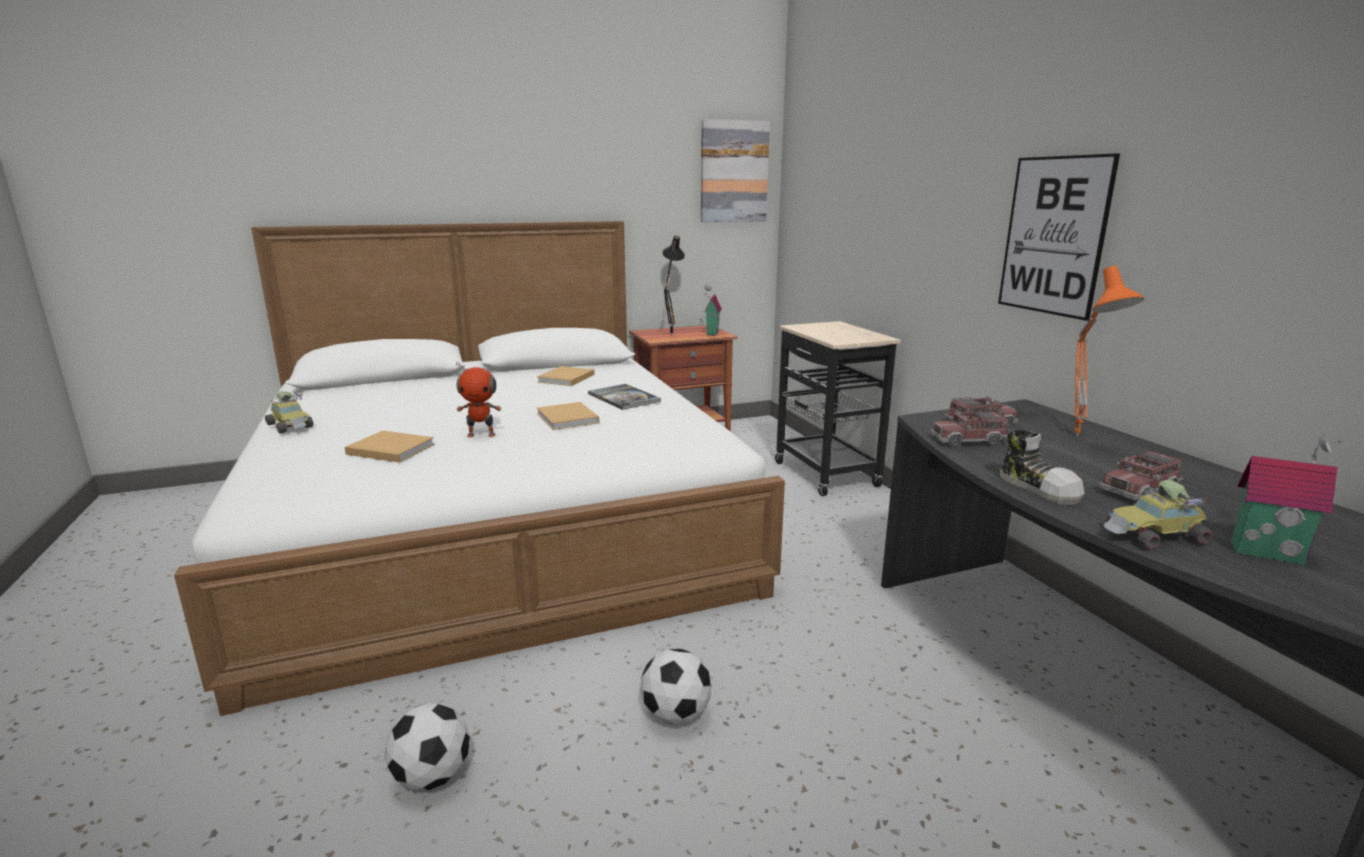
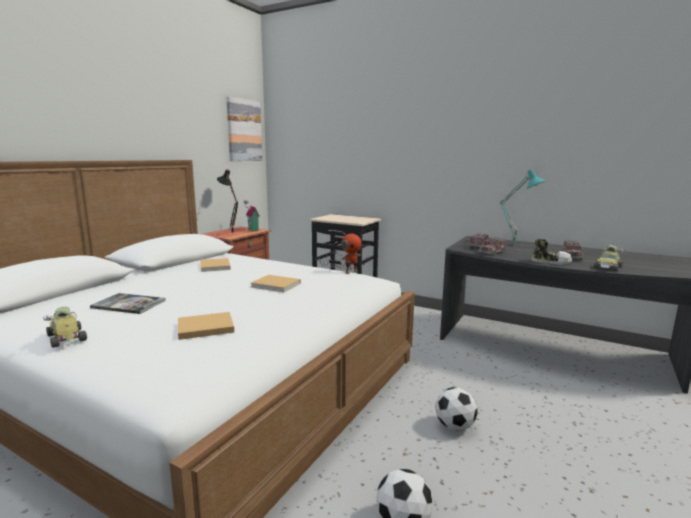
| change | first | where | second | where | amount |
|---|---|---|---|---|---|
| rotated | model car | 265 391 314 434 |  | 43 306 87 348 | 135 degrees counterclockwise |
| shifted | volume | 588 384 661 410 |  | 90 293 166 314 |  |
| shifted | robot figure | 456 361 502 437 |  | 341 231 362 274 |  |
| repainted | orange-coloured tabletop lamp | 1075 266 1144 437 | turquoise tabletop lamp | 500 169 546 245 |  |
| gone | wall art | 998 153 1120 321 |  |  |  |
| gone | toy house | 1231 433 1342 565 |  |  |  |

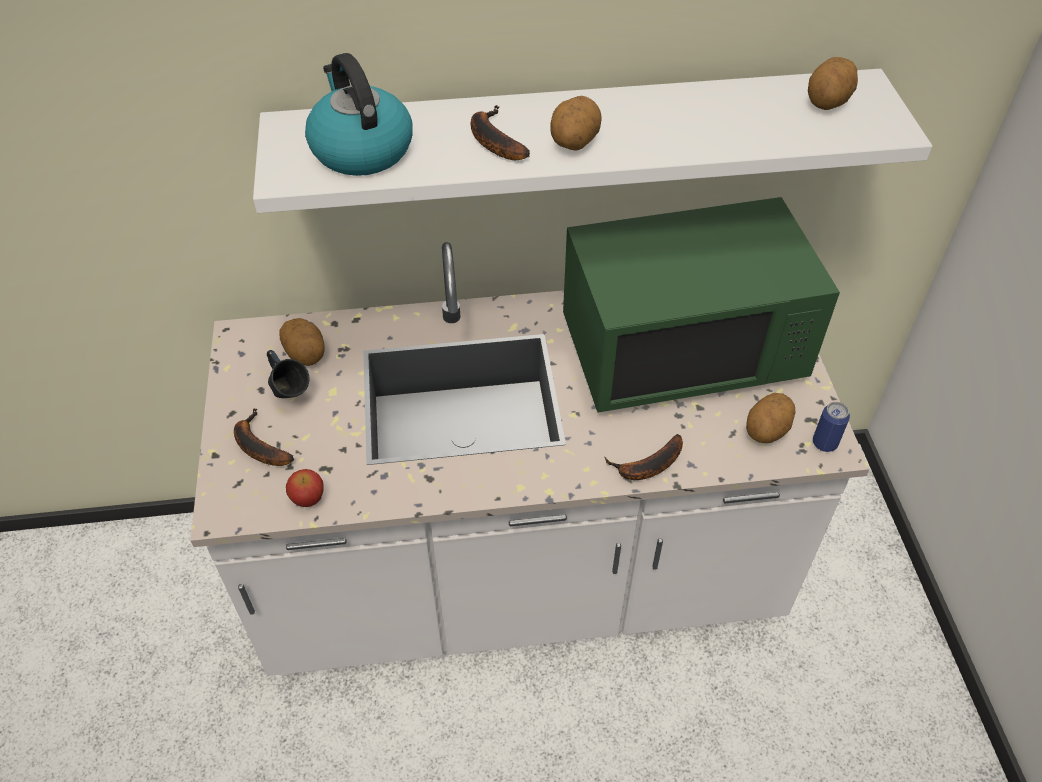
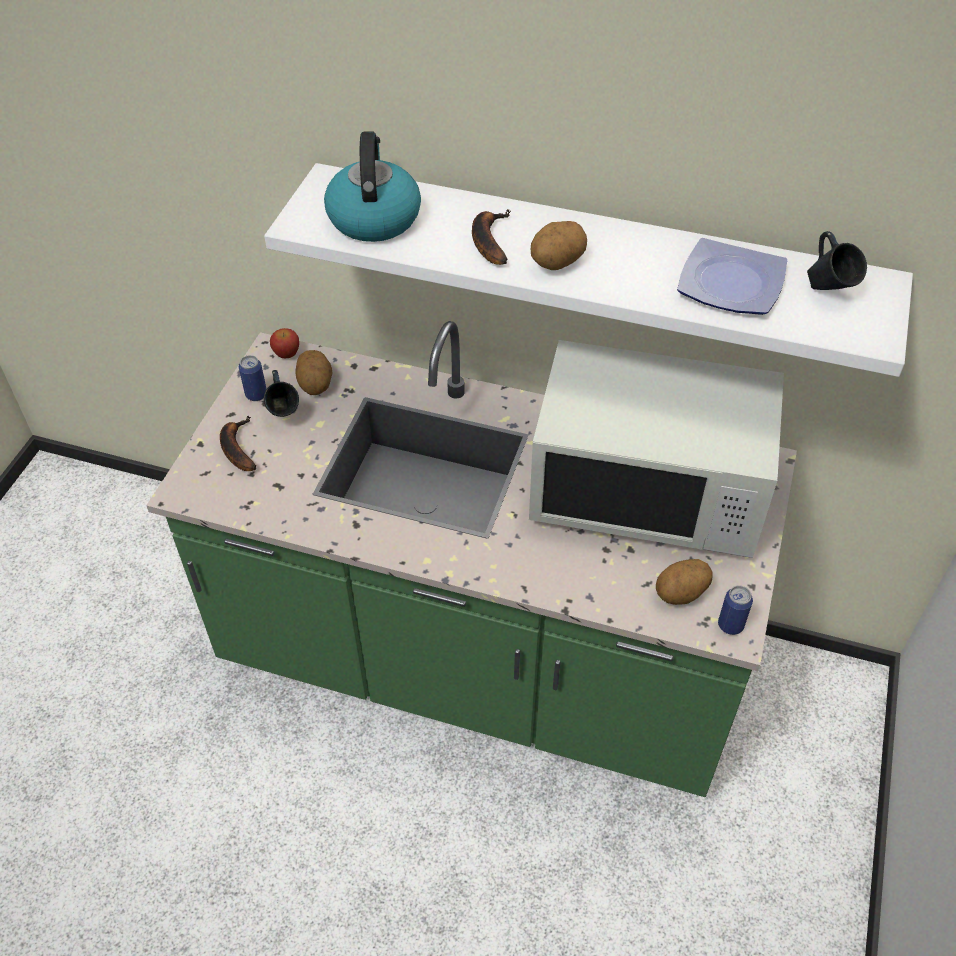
| change | first | where | second | where | amount |
|---|---|---|---|---|---|
| repainted | white counter | 190 242 870 676 | greenish counter | 146 321 797 797 |  |
| new |  |  | metal can | 239 355 267 401 |  |
| shifted | whole apple | 286 469 324 507 |  | 270 328 299 358 |  |
| repainted | greenish kitchen microwave | 563 197 840 413 | white kitchen microwave | 529 340 784 558 |  |
| new |  |  | plate | 677 238 787 315 |  |
| swapped | potato | 808 57 858 110 | blue mug | 807 231 867 290 |  |
| gone | whole banana | 605 434 683 480 |  |  |  |

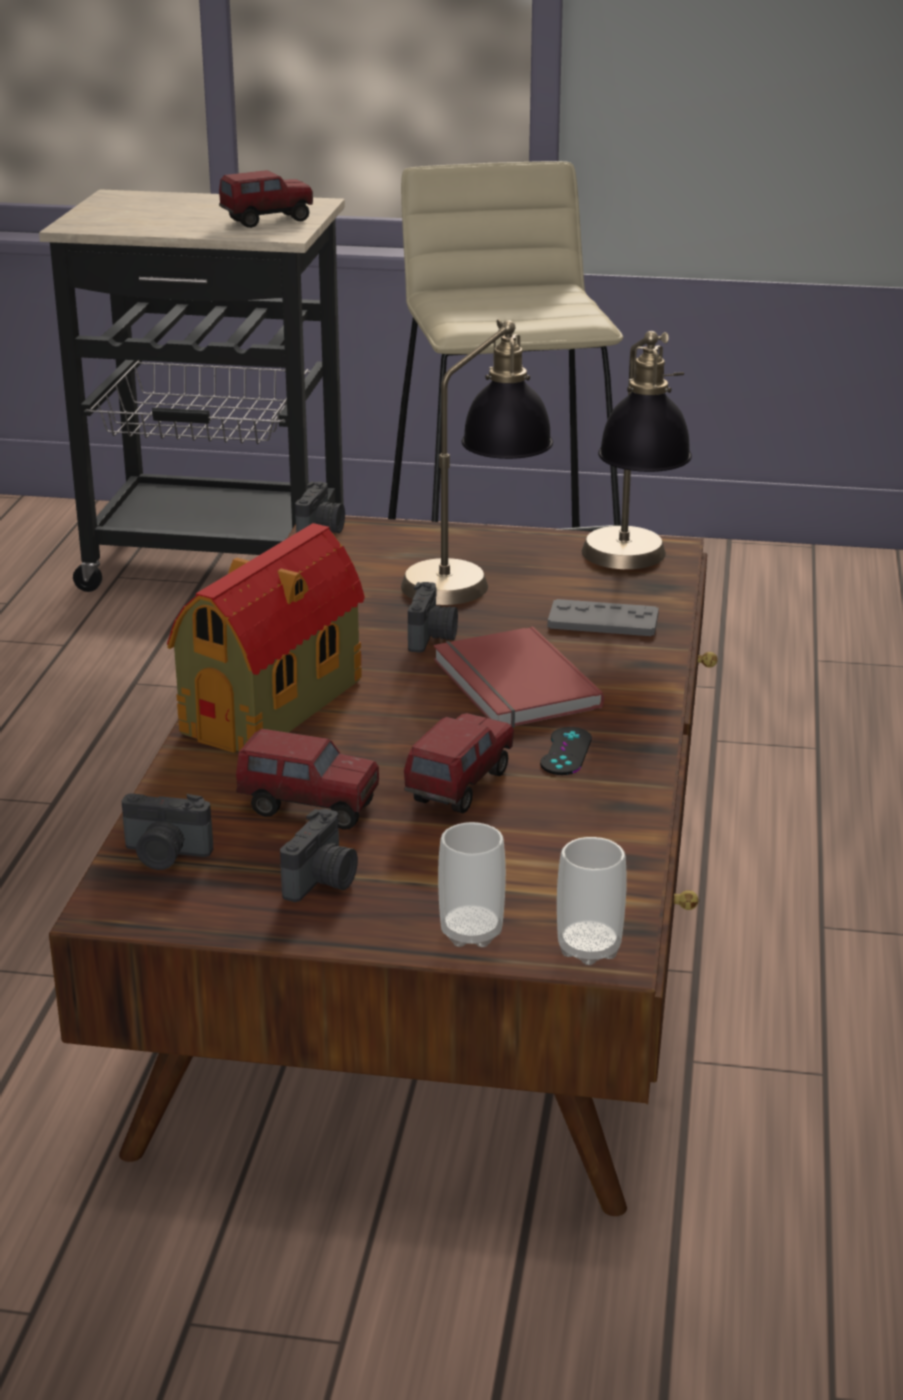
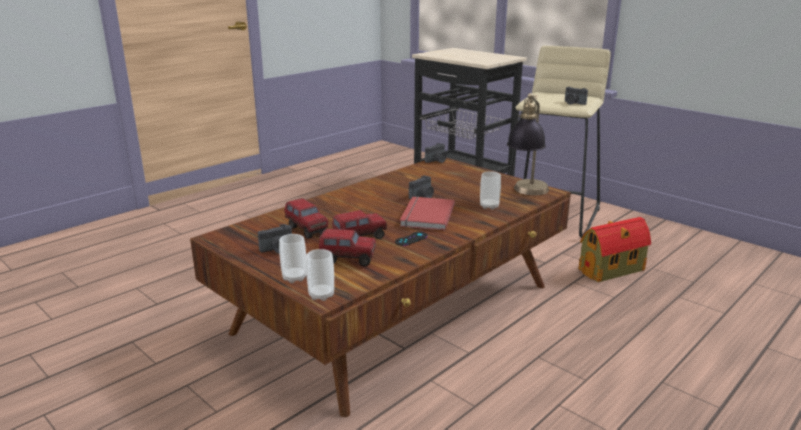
| change | first | where | second | where | amount |
|---|---|---|---|---|---|
| shifted | toy lorry | 219 170 313 228 |  | 319 229 376 266 |  |
| swapped | gray game controller | 548 599 659 636 | small cup | 480 171 501 210 |  |
| shifted | still camera | 122 793 213 870 |  | 565 87 588 105 |  |
| shifted | toy house | 167 523 365 753 |  | 579 217 651 282 |  |
| gone | tabletop lamp | 401 319 553 605 |  |  |  |

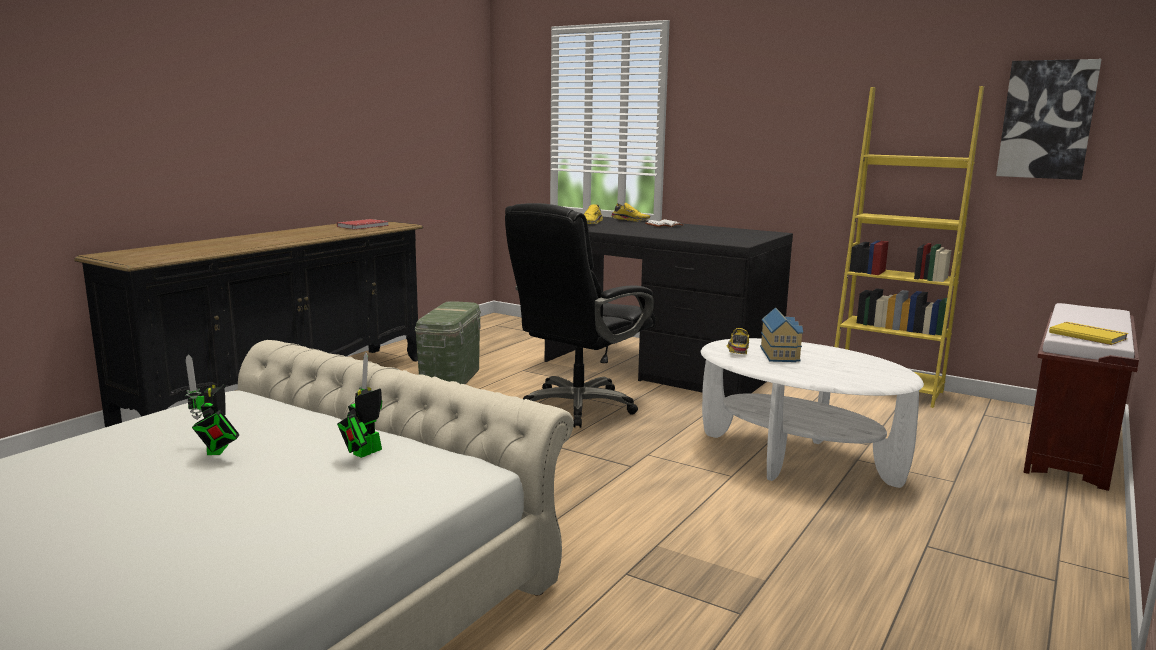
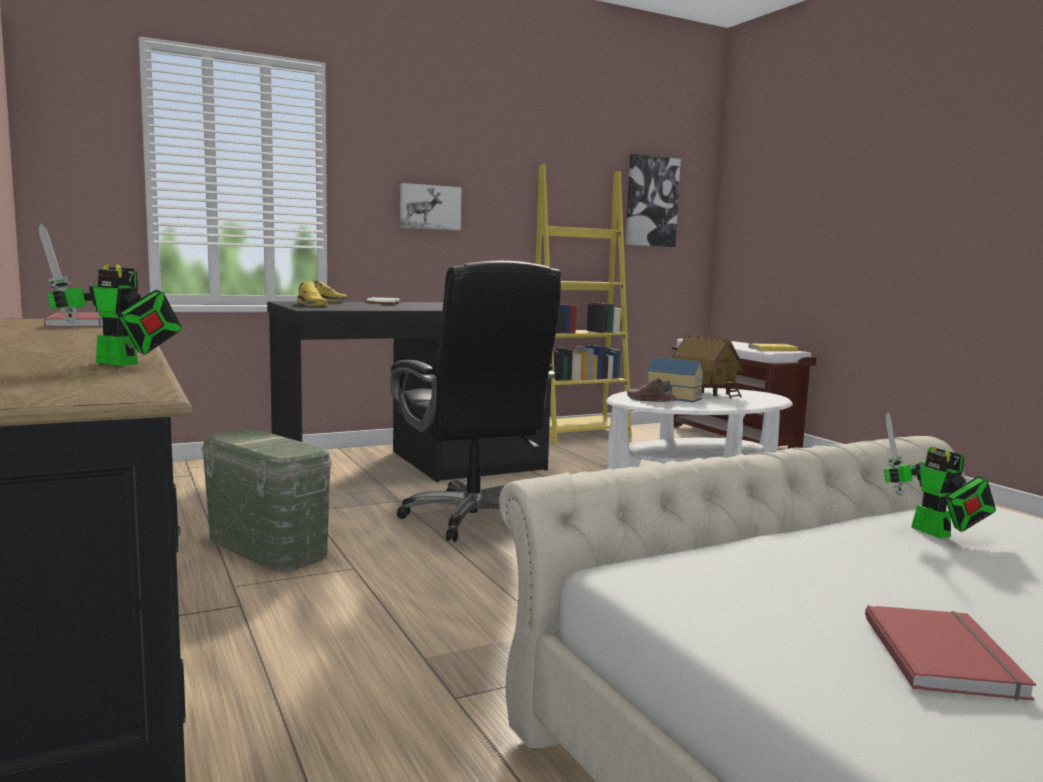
| change | first | where | second | where | amount |
|---|---|---|---|---|---|
| shifted | robot figure | 185 354 240 455 |  | 38 223 182 366 |  |
| new |  |  | wall art | 400 183 461 231 |  |
| repainted | yellowish item of footwear | 727 328 749 354 | brown-coloured item of footwear | 627 378 676 402 |  |
| new |  |  | toy house | 672 335 743 398 |  |
| new |  |  | reddish volume | 865 605 1036 701 |  |

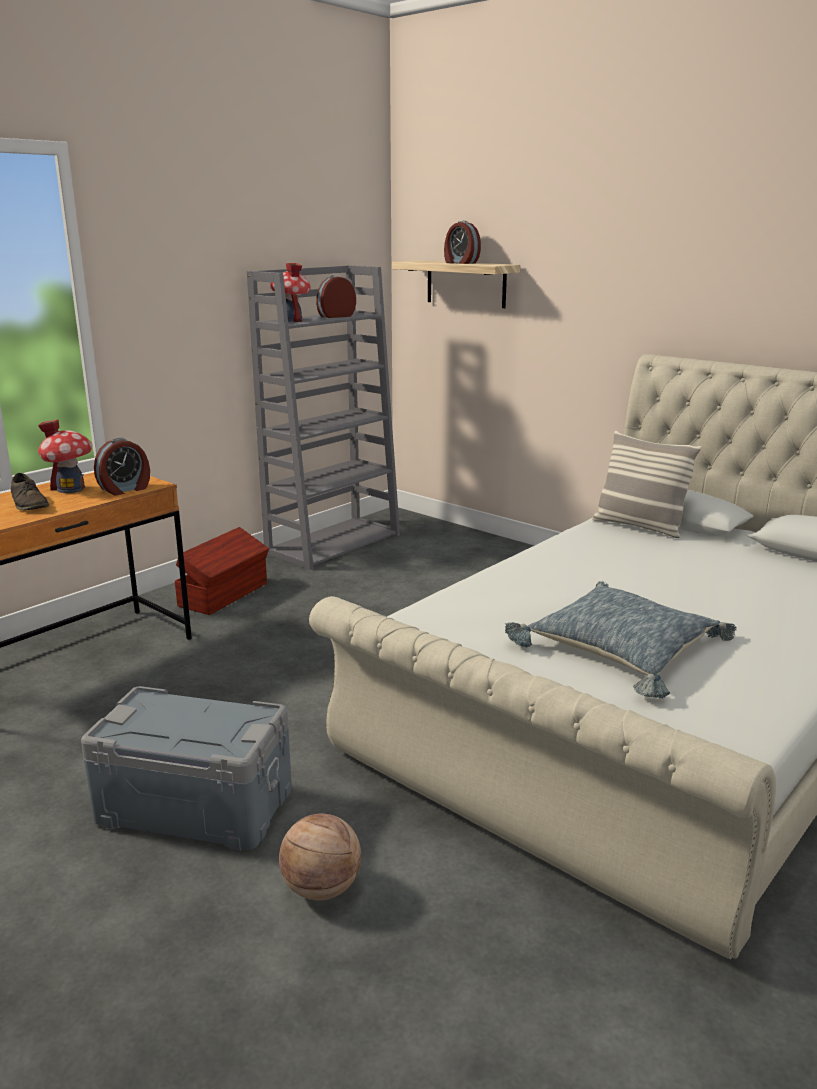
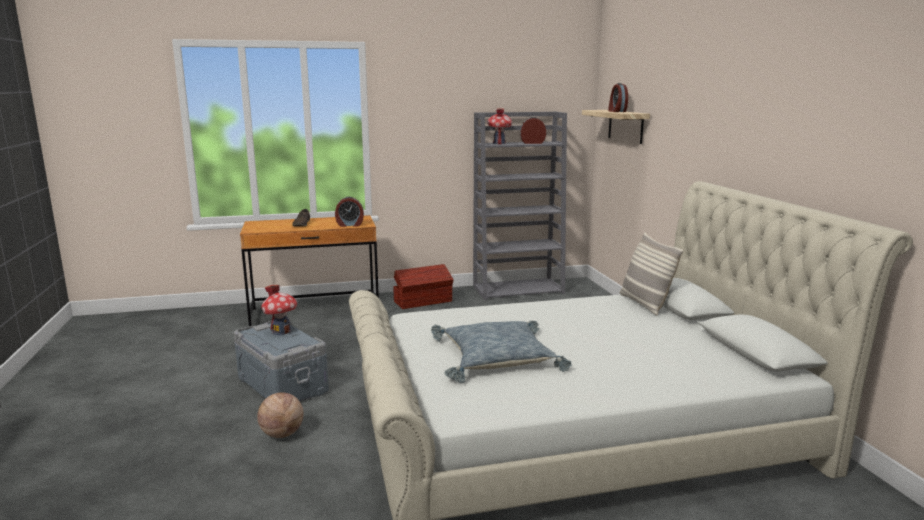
| change | first | where | second | where | amount |
|---|---|---|---|---|---|
| shifted | toy house | 38 419 92 493 |  | 261 285 297 335 |  |

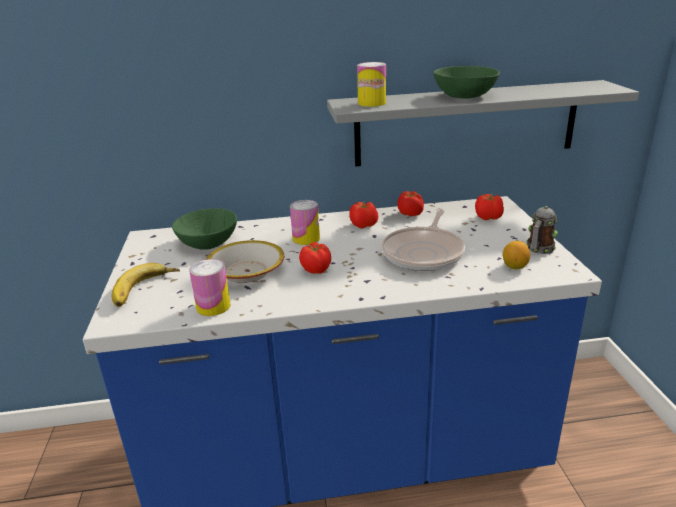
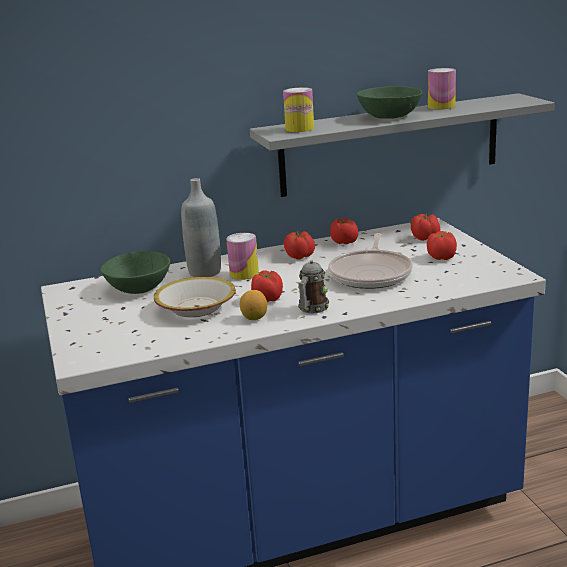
| change | first | where | second | where | amount |
|---|---|---|---|---|---|
| new |  |  | gray beverage bottle | 181 178 221 277 |  |
| shifted | whole lemon | 503 241 530 269 |  | 240 290 267 320 |  |
| shifted | mug | 526 206 558 254 |  | 298 260 329 313 |  |
| new |  |  | whole tomato | 427 231 457 260 |  |
| shifted | metal can | 189 259 231 316 |  | 428 68 456 110 |  |
| gone | whole banana | 112 263 180 307 |  |  |  |

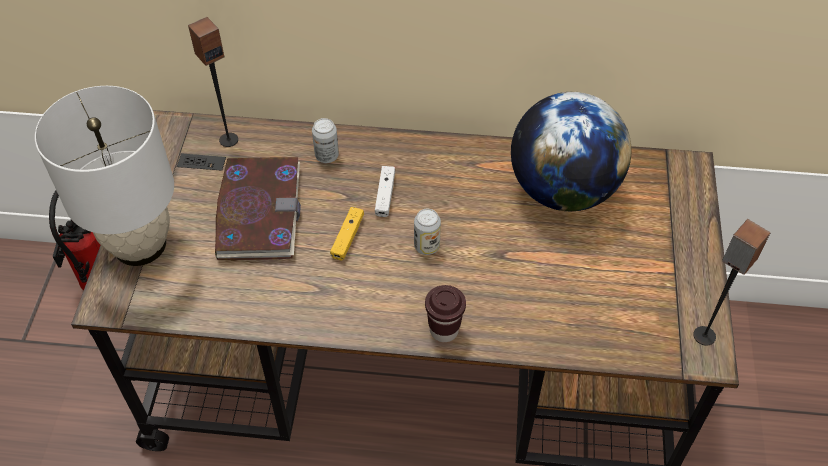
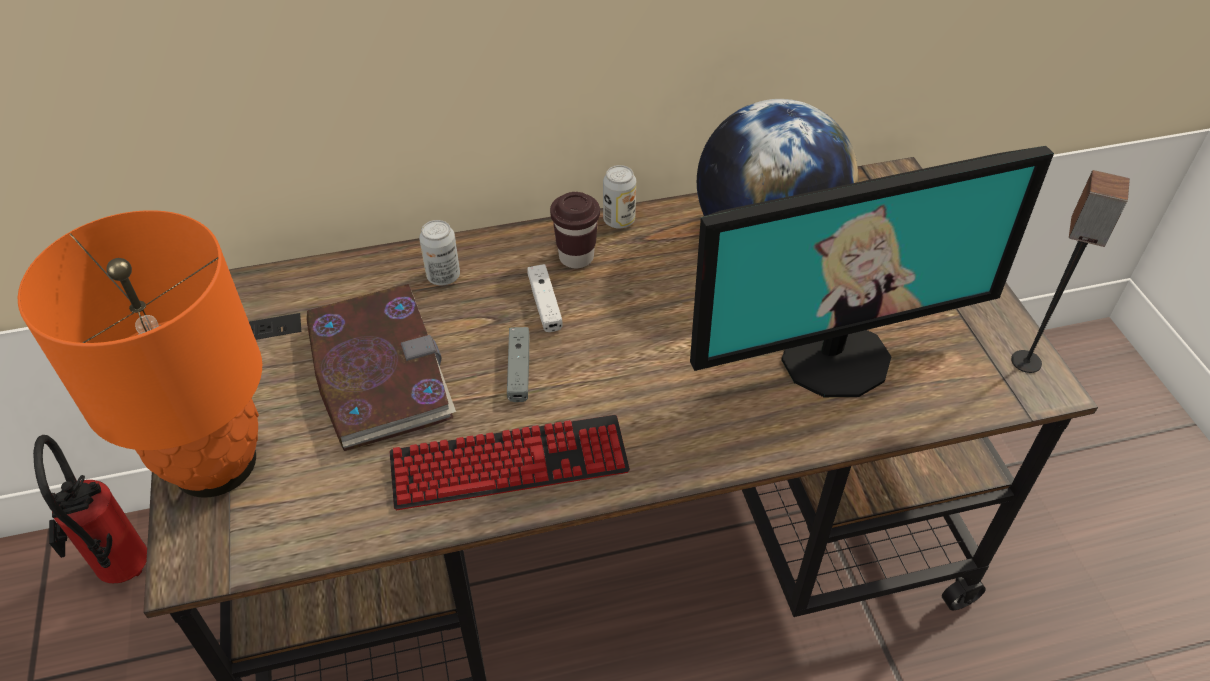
| change | first | where | second | where | amount |
|---|---|---|---|---|---|
| repainted | white tabletop lamp | 35 86 174 266 | orange-coloured tabletop lamp | 18 210 262 498 |  |
| new |  |  | computer keyboard | 389 415 630 510 |  |
| repainted | yellowish game controller | 330 207 364 260 | gray game controller | 507 327 530 402 |  |
| shifted | brown-coloured small cup | 425 285 466 342 |  | 550 192 600 268 |  |
| shifted | metal can | 414 209 441 255 |  | 603 165 636 229 |  |
| new |  |  | computer display | 690 146 1054 397 |  |
| gone | speaker | 188 17 238 147 |  |  |  |

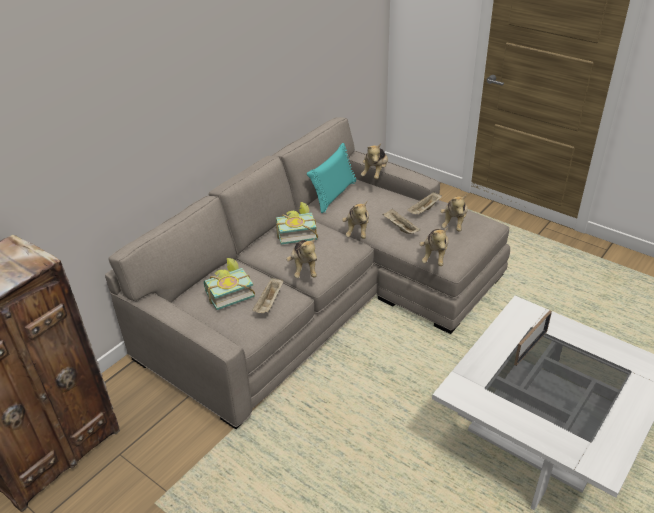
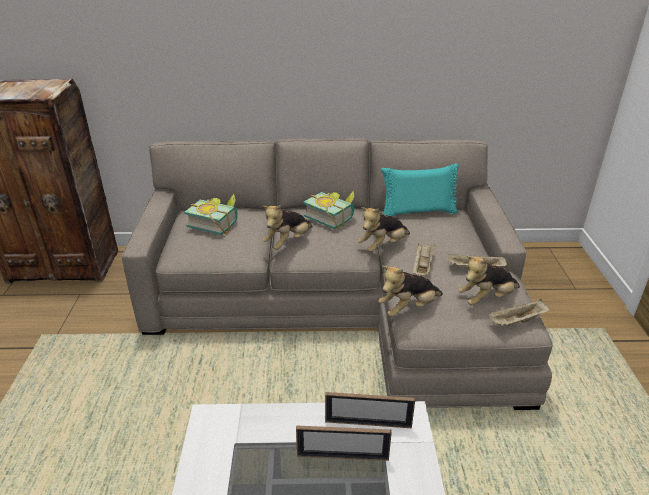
| change | first | where | second | where | amount |
|---|---|---|---|---|---|
| new |  |  | photo frame | 325 392 415 428 |  |
| shifted | beige tray | 252 277 284 313 |  | 489 299 550 326 |  |
| gone | soft toy | 361 143 388 179 |  |  |  |

